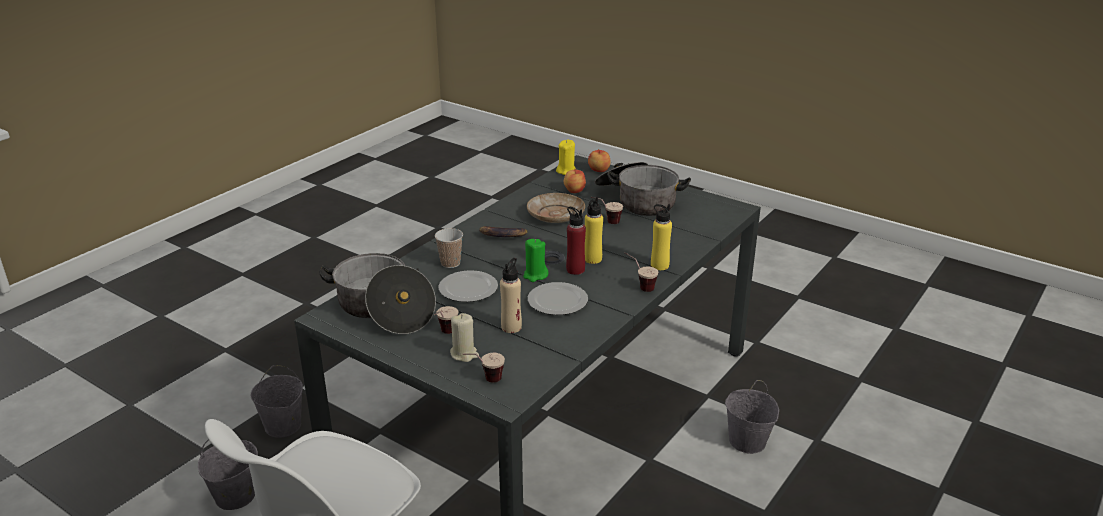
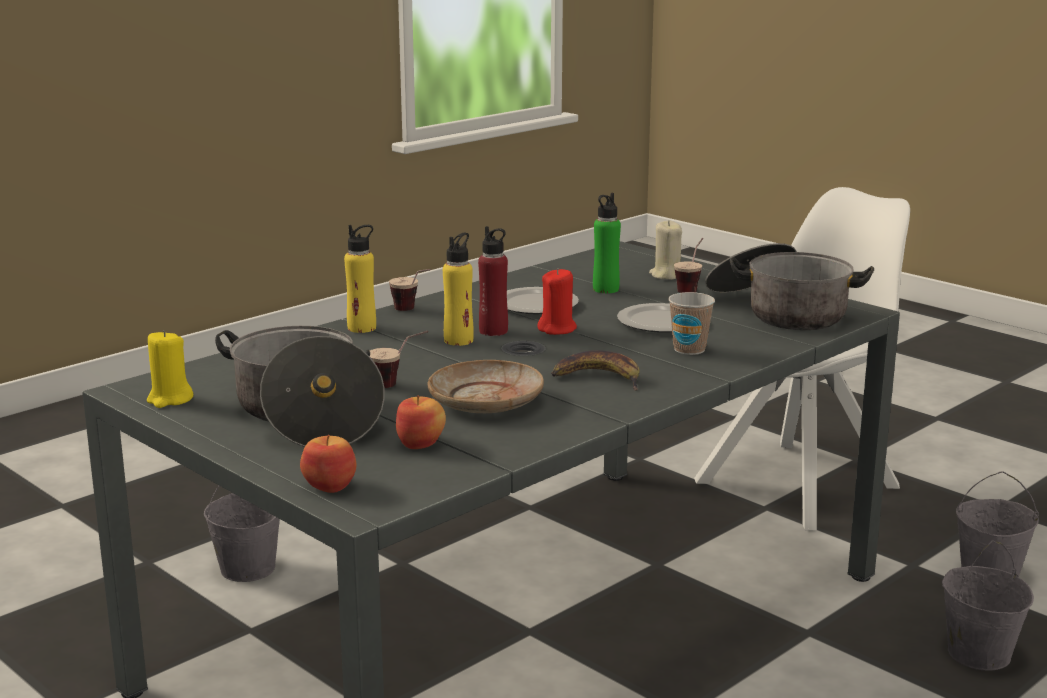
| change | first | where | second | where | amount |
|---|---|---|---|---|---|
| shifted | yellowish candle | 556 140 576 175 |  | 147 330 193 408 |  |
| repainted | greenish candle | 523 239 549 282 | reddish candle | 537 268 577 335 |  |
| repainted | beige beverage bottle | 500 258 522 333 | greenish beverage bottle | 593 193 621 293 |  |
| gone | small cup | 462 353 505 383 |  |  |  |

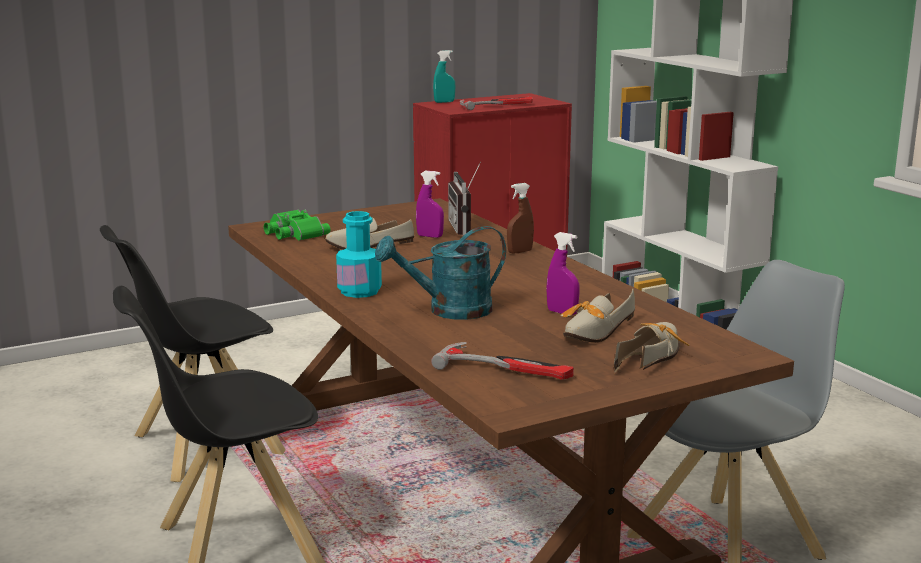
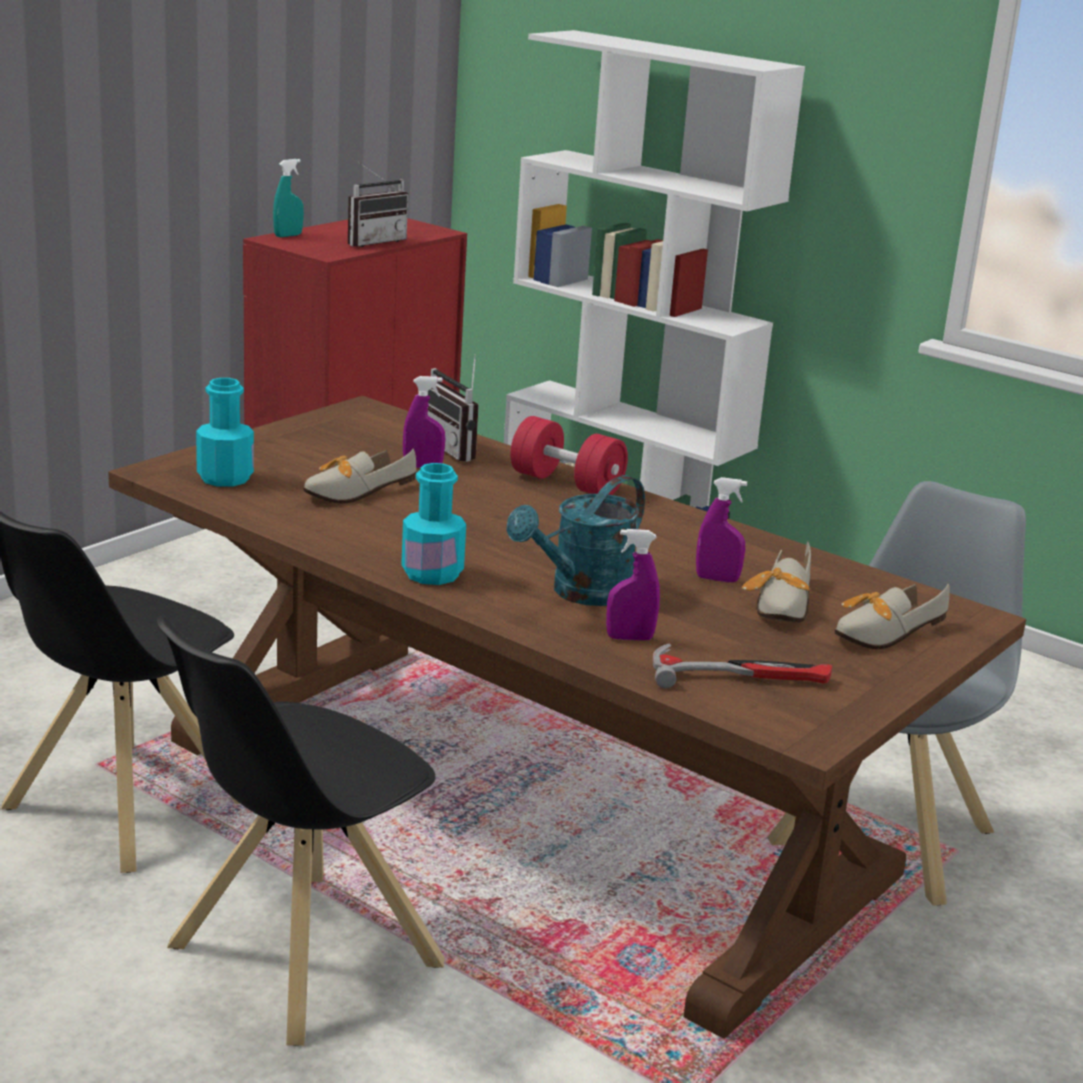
| change | first | where | second | where | amount |
|---|---|---|---|---|---|
| swapped | greenish binoculars | 264 210 331 241 | turquoise beverage bottle | 196 378 254 487 |  |
| swapped | tool hammer | 460 97 533 110 | radio | 348 162 408 247 |  |
| swapped | brown-coloured spray bottle | 507 183 534 254 | reddish hand weight | 510 416 628 495 |  |
| new |  |  | purplish spray bottle | 606 529 660 640 |  |
| rotated | item of footwear | 614 322 690 373 |  | 834 584 950 649 | 135 degrees counterclockwise |

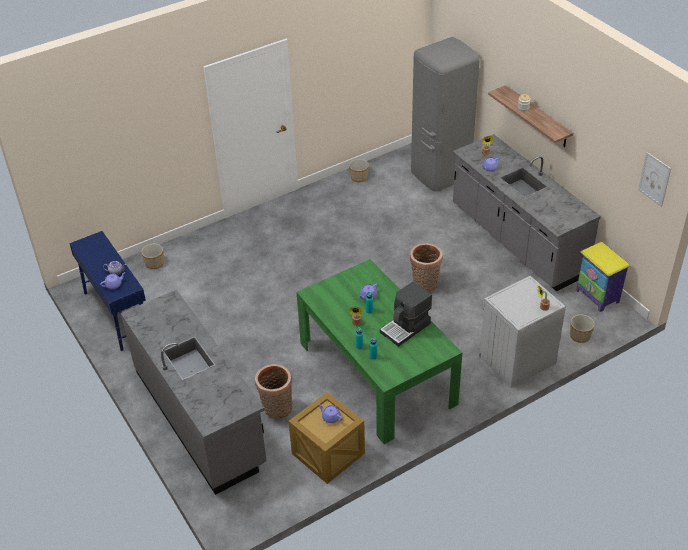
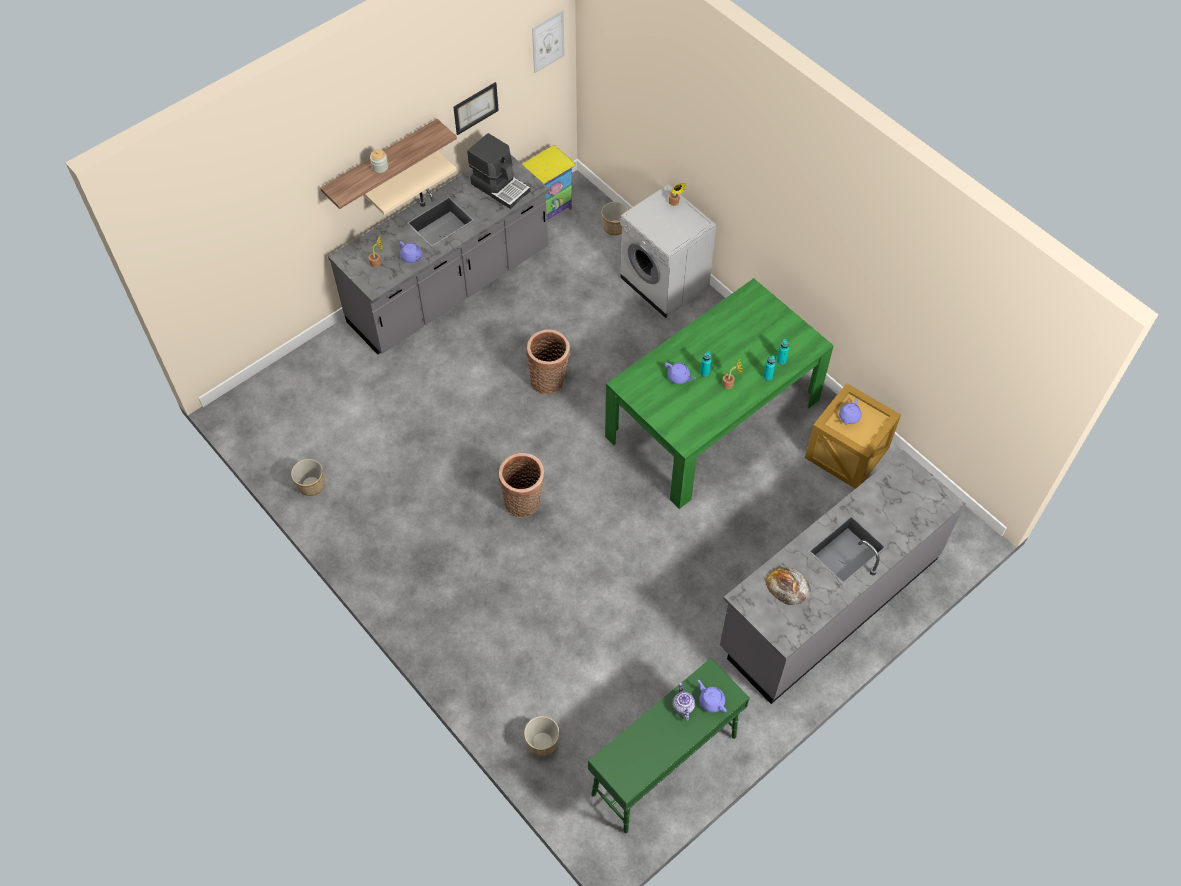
| change | first | where | second | where | amount |
|---|---|---|---|---|---|
| new |  |  | beige wall shelf | 365 151 457 215 |  |
| new |  |  | wall art | 453 82 499 135 |  |
| shifted | coffee brewer | 380 282 432 347 |  | 467 133 530 209 |  |
| shifted | household basket | 255 364 292 419 |  | 499 453 545 518 |  |
| repainted | blue console table | 69 231 146 351 | greenish console table | 588 658 750 833 |  |
| new |  |  | baked bread | 765 567 811 605 |  |
| gone | gray kitchen fridge | 411 37 480 192 |  |  |  |

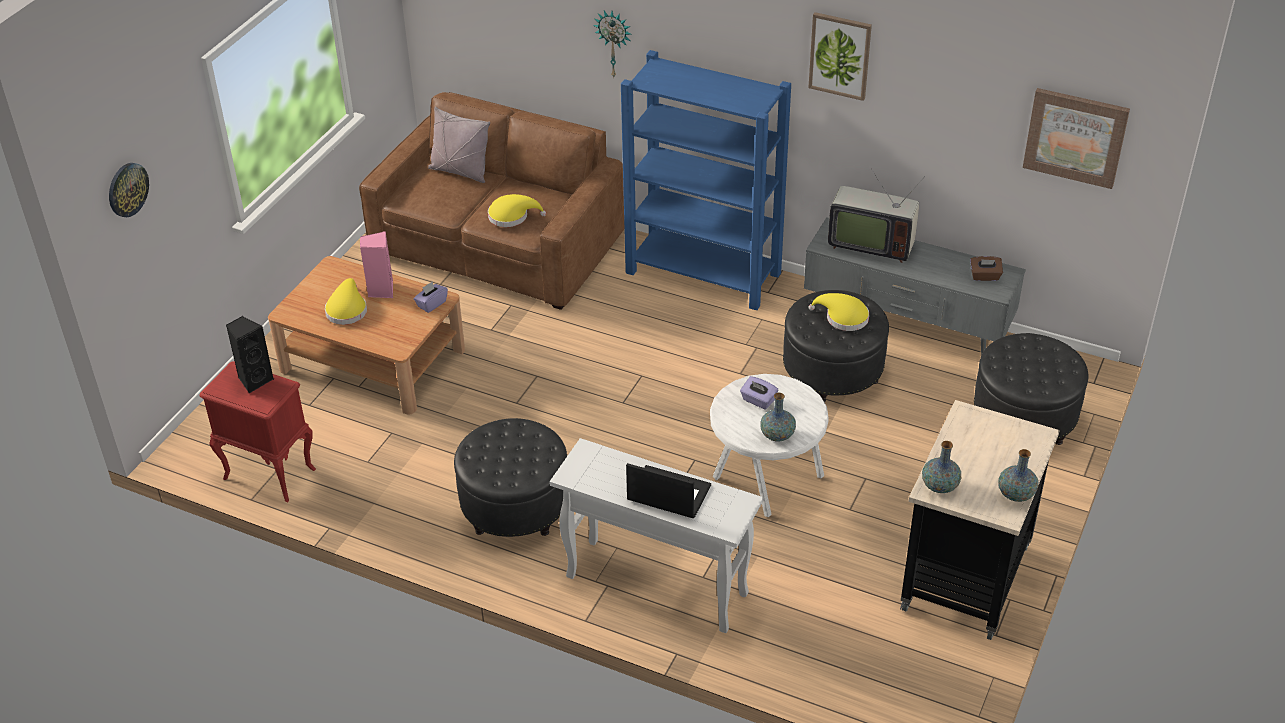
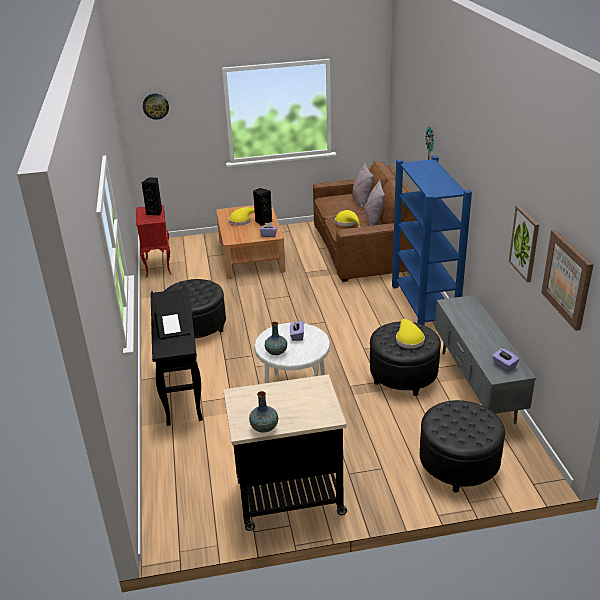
| change | first | where | second | where | amount |
|---|---|---|---|---|---|
| repainted | white console table | 550 438 763 633 | blackish console table | 150 288 203 426 |  |
| repainted | pinkish speaker | 360 231 393 298 | blackish speaker | 253 188 272 226 |  |
| new |  |  | purplish throw pillow | 365 180 385 226 |  |
| repainted | brown-coloured tissue holder | 970 256 1003 281 | purplish tissue holder | 492 348 519 371 |  |
| shifted | wall art | 808 12 872 101 |  | 509 206 539 282 |  |
| gone | TV | 828 168 924 263 |  |  |  |
| gone | vase | 922 441 961 493 |  |  |  |

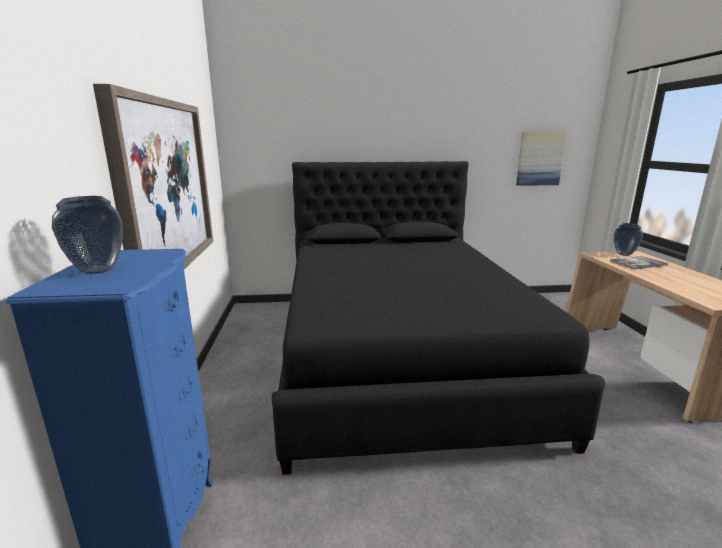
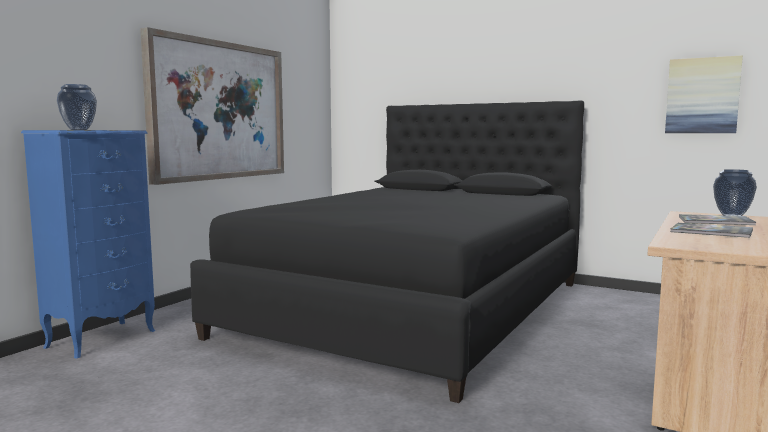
| change | first | where | second | where | amount |
|---|---|---|---|---|---|
| new |  |  | volume | 670 223 753 238 |  |

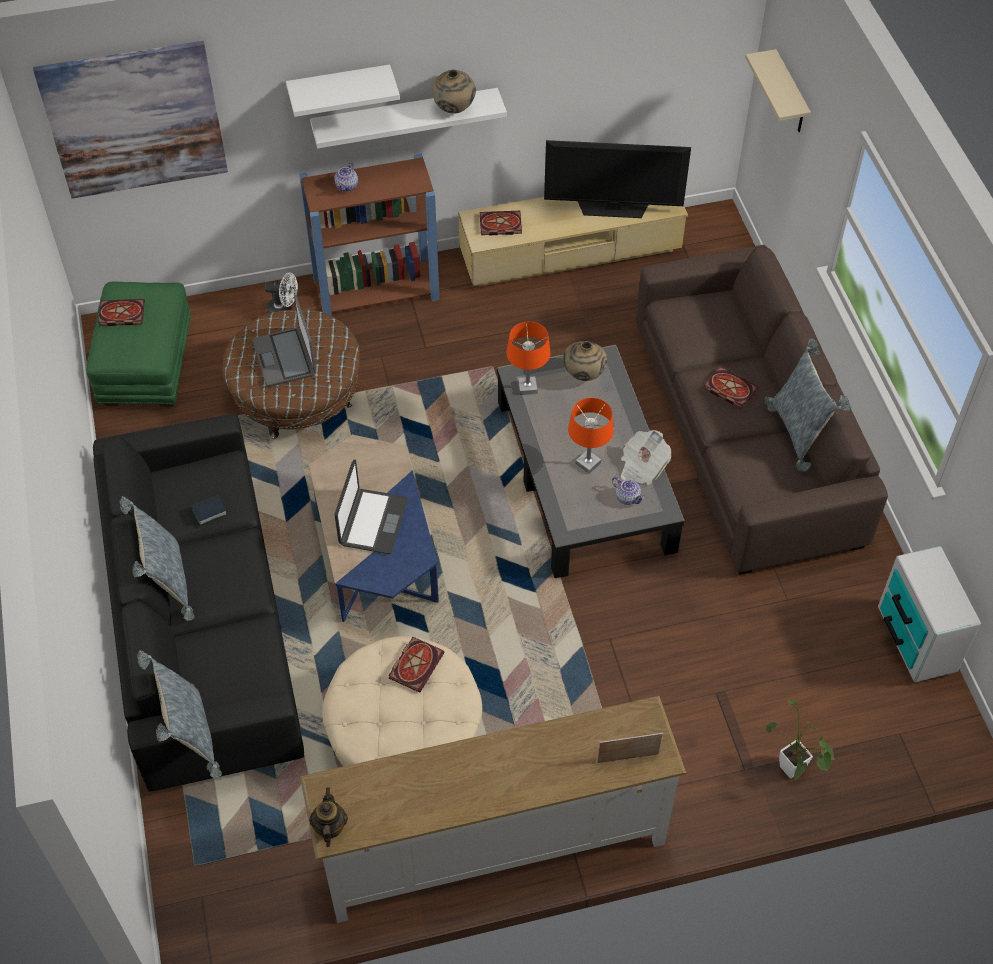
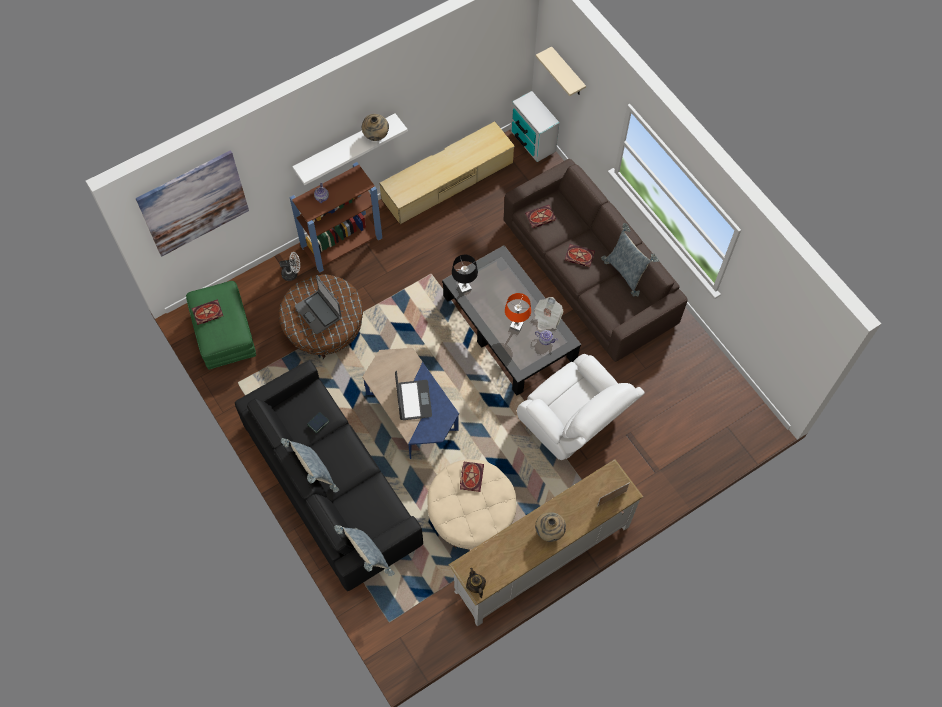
| change | first | where | second | where | amount |
|---|---|---|---|---|---|
| repainted | orange-coloured tabletop lamp | 507 322 550 395 | blackish tabletop lamp | 452 255 478 294 |  |
| shifted | white bedside table | 878 546 981 682 |  | 510 91 559 162 |  |
| new |  |  | white armchair | 517 354 645 460 |  |
| shifted | volume | 480 211 522 235 |  | 525 205 556 228 |  |
| shifted | beige vase | 563 341 607 381 |  | 535 512 566 542 |  |
| gone | white wall shelf | 286 65 400 117 |  |  |  |
| gone | TV | 544 140 691 218 |  |  |  |
| gone | plant in a pot | 765 699 834 780 |  |  |  |

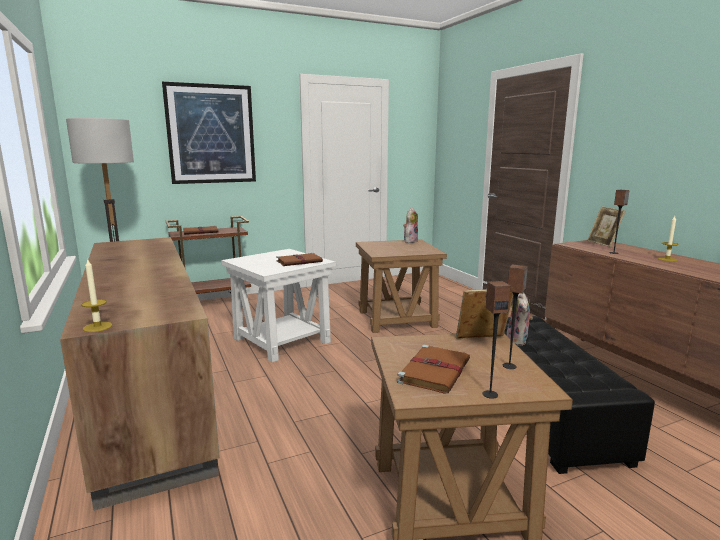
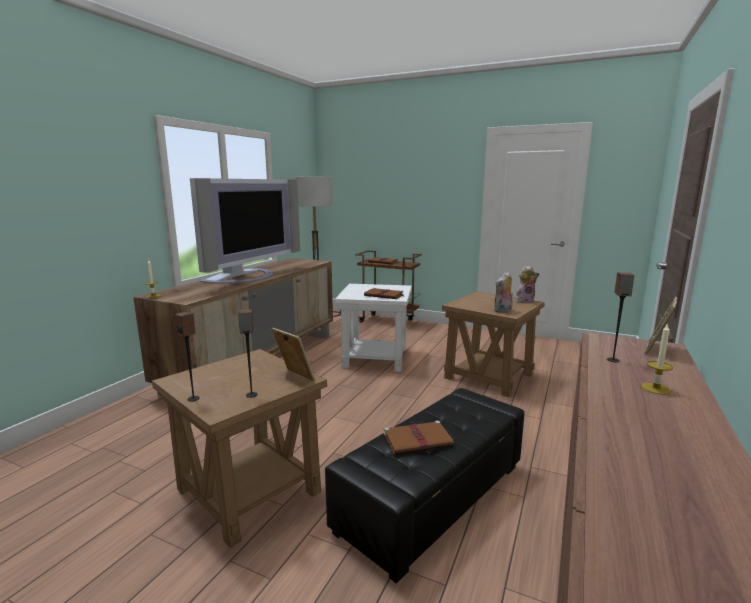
| change | first | where | second | where | amount |
|---|---|---|---|---|---|
| new |  |  | TV | 190 178 300 284 |  |
| shifted | brown-coloured volume | 397 345 470 393 |  | 384 420 454 455 |  |
| shifted | soft toy | 507 293 533 345 |  | 494 272 513 313 |  |
| gone | wall art | 162 82 256 184 |  |  |  |

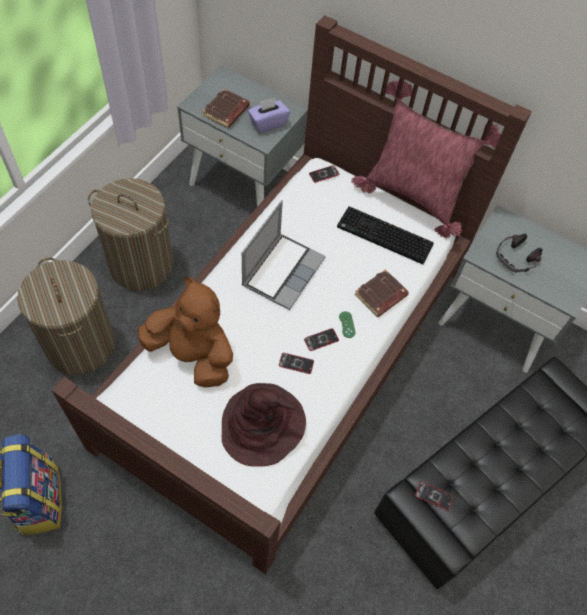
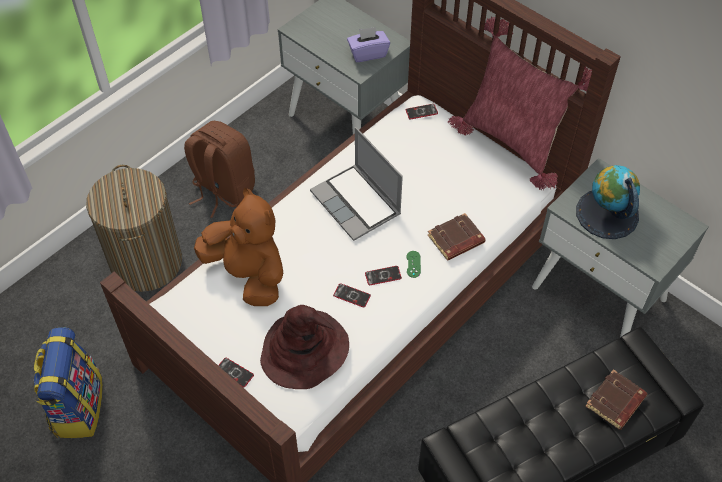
| change | first | where | second | where | amount |
|---|---|---|---|---|---|
| swapped | laundry basket | 88 178 174 291 | brown-coloured knapsack | 184 121 255 218 |  |
| shifted | phone | 415 482 453 510 |  | 218 358 254 388 |  |
| rotated | laptop | 242 200 326 310 |  | 310 127 403 241 | 105 degrees clockwise |
| swapped | headset | 496 233 543 272 | desk globe | 576 165 640 239 |  |
| shifted | brown-coloured volume | 202 89 250 128 |  | 586 369 647 430 |  |
| gone | computer keyboard | 337 206 434 264 |  |  |  |

